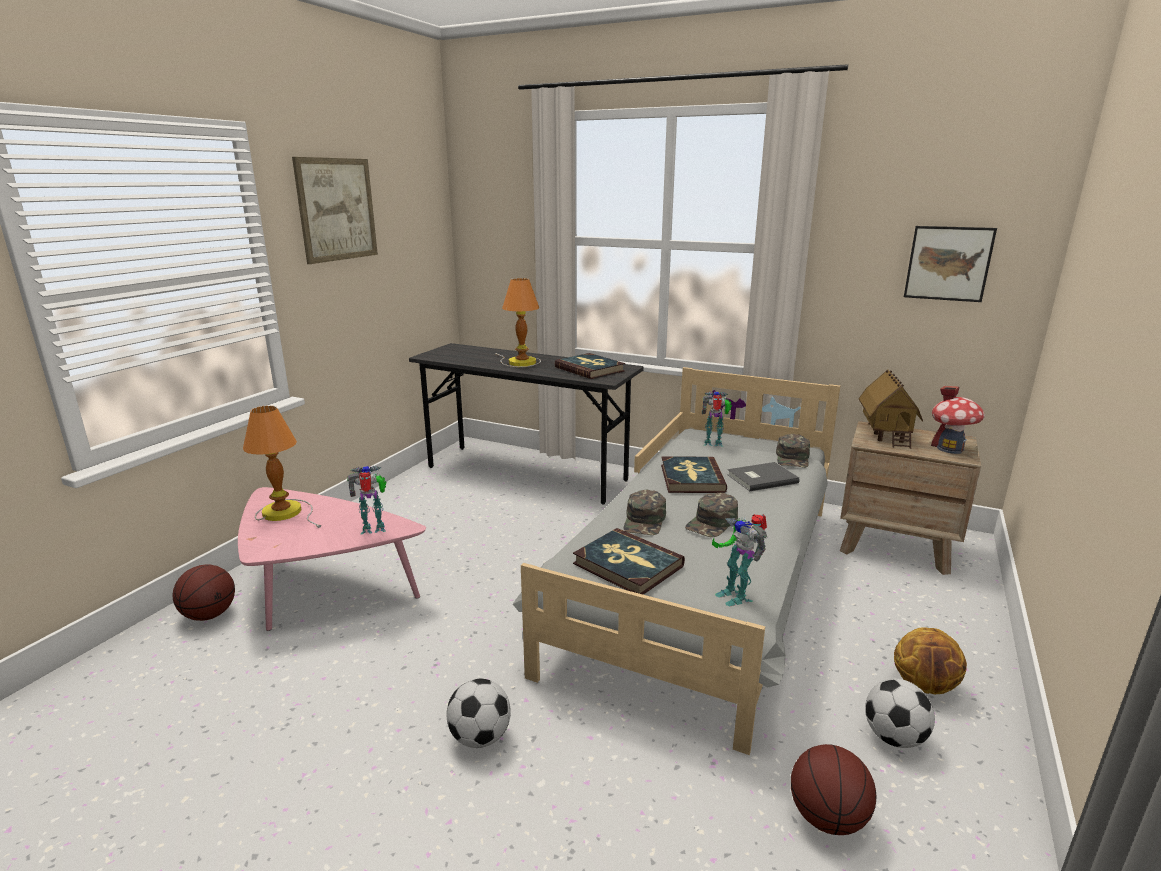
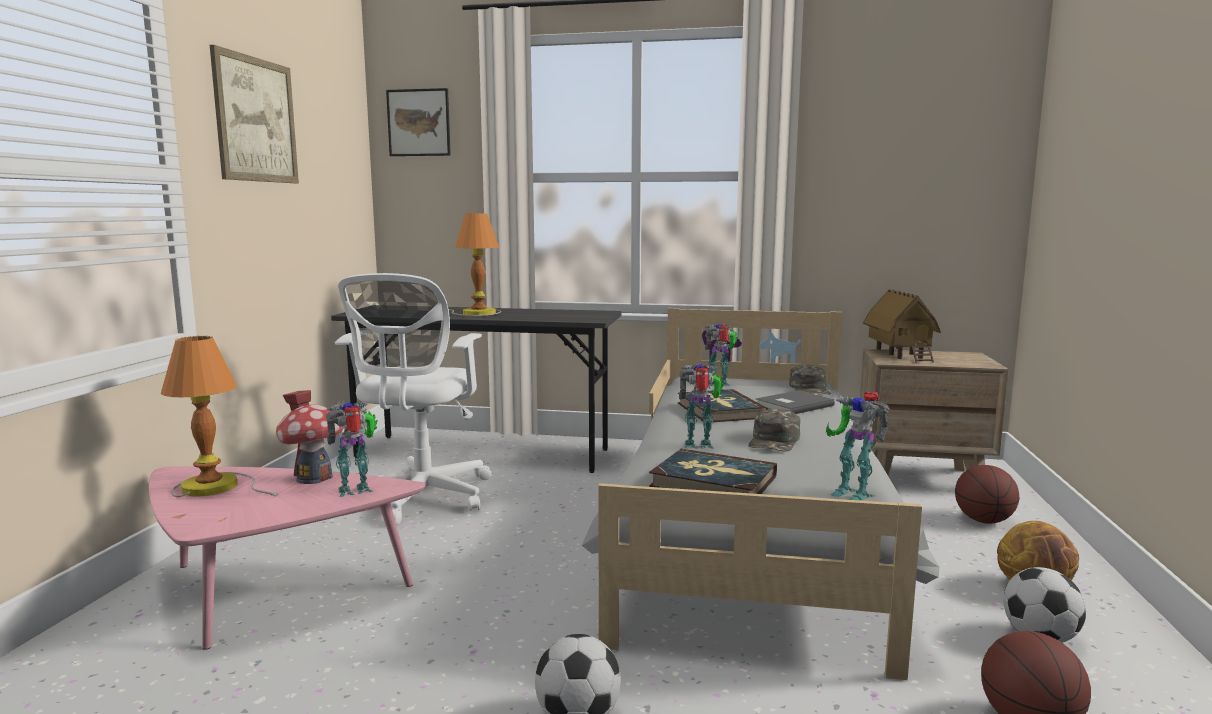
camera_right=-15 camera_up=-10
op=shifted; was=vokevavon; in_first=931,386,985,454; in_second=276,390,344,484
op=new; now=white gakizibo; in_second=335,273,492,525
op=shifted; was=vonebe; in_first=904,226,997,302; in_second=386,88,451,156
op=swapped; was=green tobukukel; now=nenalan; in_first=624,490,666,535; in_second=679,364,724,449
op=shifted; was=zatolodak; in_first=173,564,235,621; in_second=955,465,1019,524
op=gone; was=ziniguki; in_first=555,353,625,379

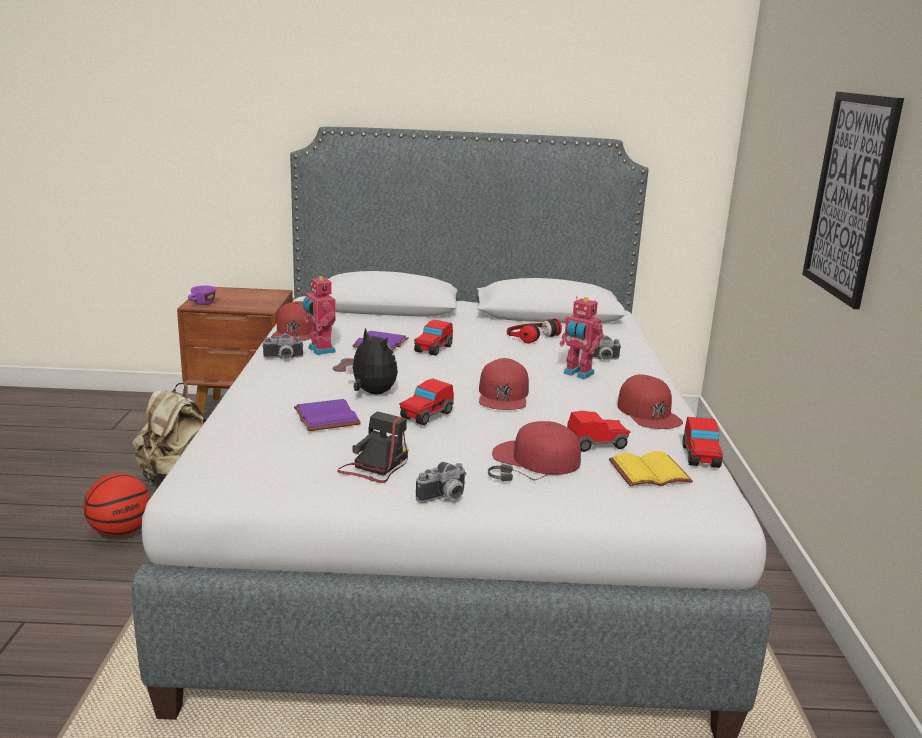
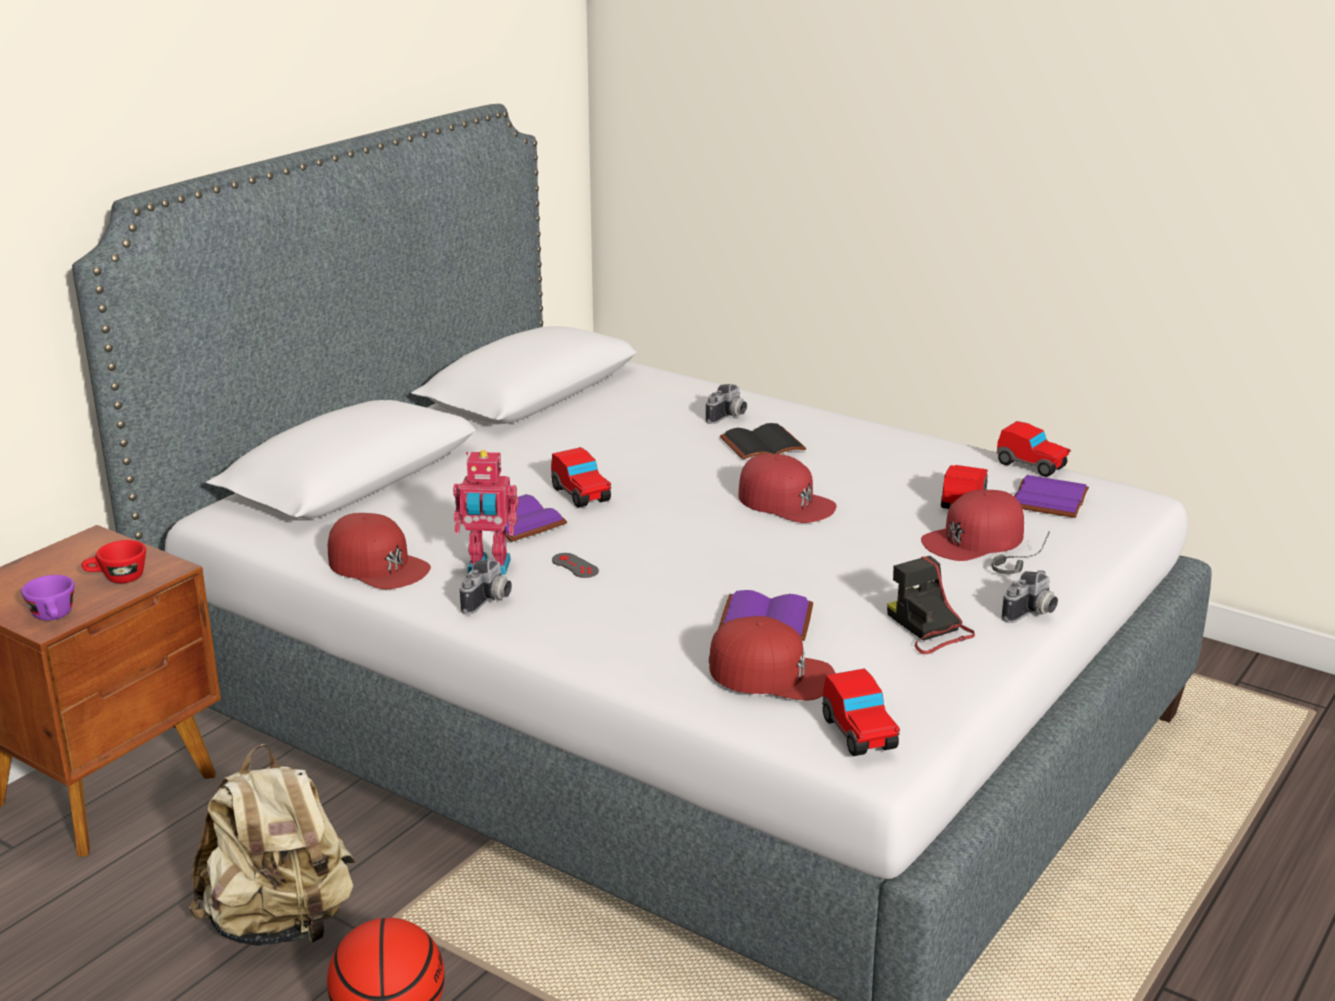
camera_right=-55 camera_up=5
op=new; now=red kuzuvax; in_second=82,540,146,583
op=shifted; was=red tobukukel; in_first=617,374,683,429; in_second=709,616,836,700
op=swapped; was=nenalan; now=black ziniguki; in_first=560,297,604,379; in_second=720,423,806,459
op=shifted; was=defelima; in_first=399,379,454,425; in_second=822,668,900,756
op=rotated; was=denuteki; in_first=416,462,467,503; in_second=1002,570,1058,623; clockwise=45
op=repainted; was=yellow ziniguki; now=purple ziniguki; in_first=609,451,693,486; in_second=1014,475,1089,518
op=gone; was=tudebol; in_first=346,328,398,394
op=gone; was=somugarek; in_first=507,318,562,344
op=gone; was=vonebe; in_first=802,91,904,309

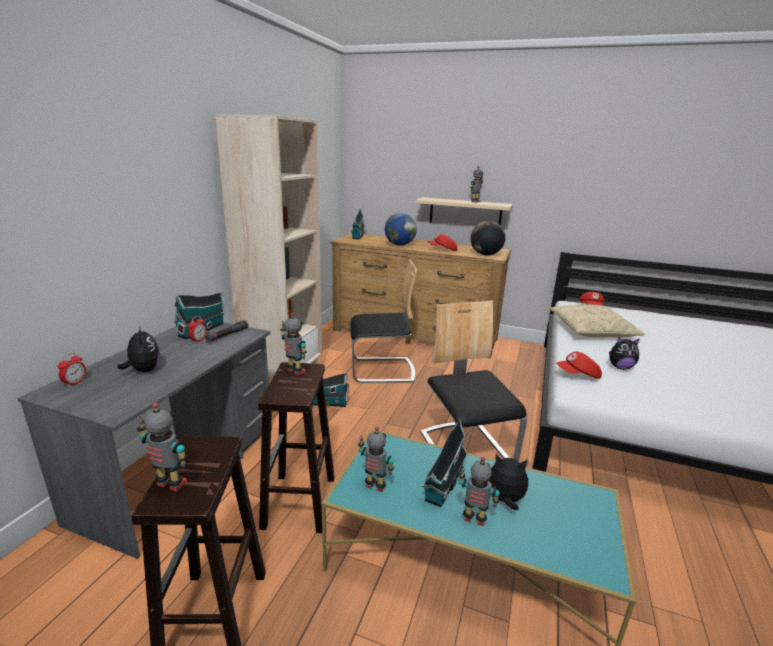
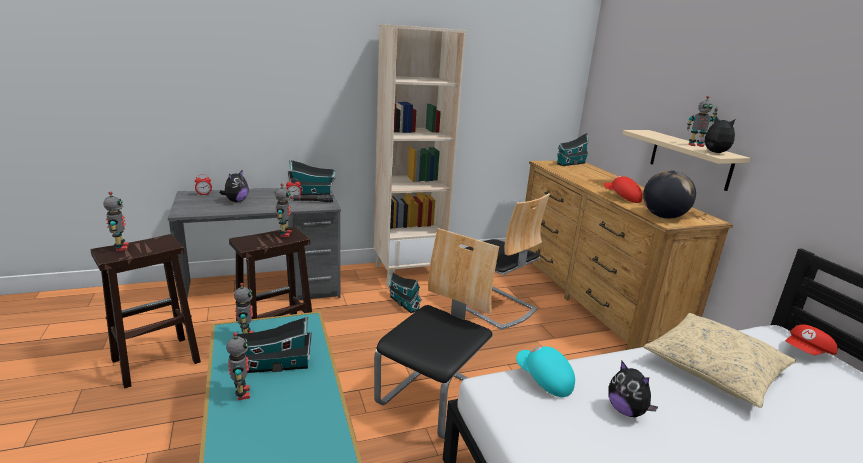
camera_right=50 camera_up=0
op=repainted; was=red tobukukel; now=turquoise tobukukel; in_first=556,352,602,379; in_second=516,346,575,397
op=shifted; was=tudebol; in_first=489,454,528,510; in_second=699,116,735,153
op=gone; was=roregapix; in_first=385,213,417,246

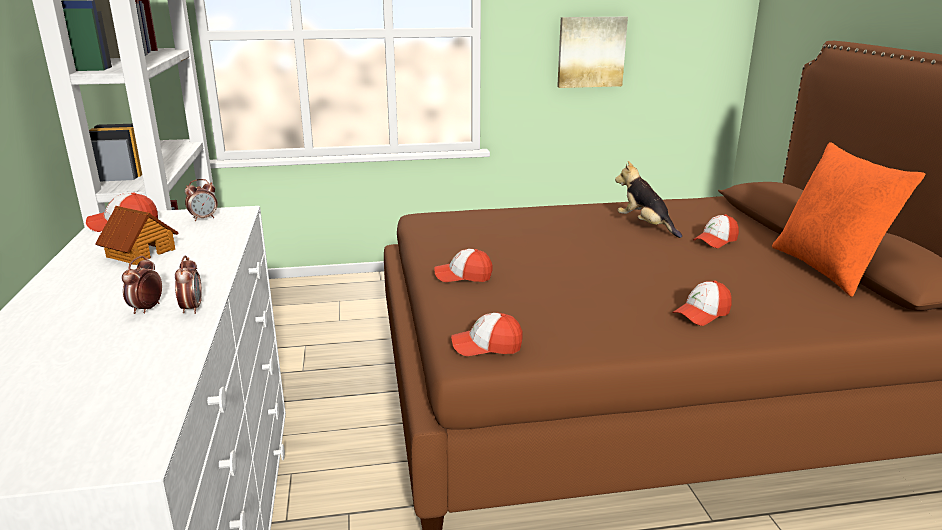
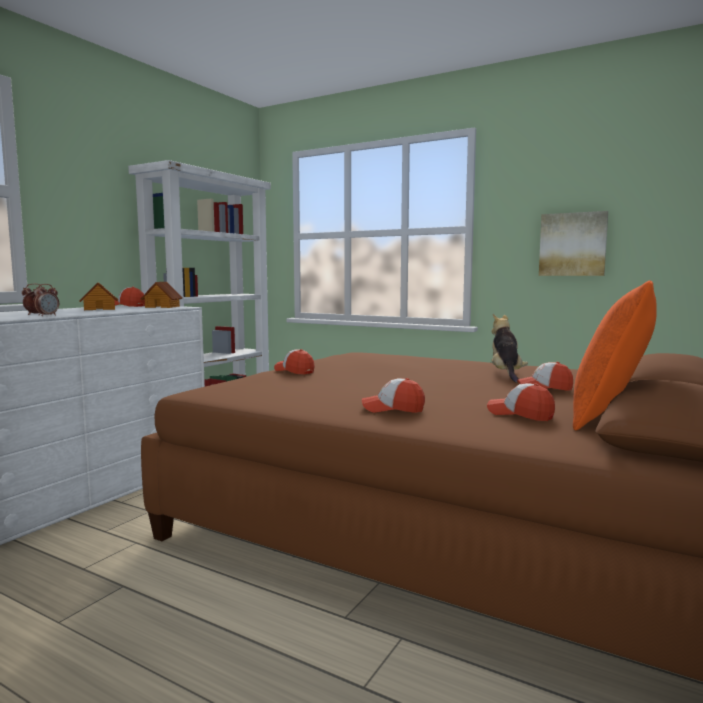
camera_right=40 camera_up=-15
op=swapped; was=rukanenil; now=vokevavon; in_first=185,179,218,221; in_second=141,282,182,308
op=shifted; was=tobukukel; in_first=451,313,523,356; in_second=487,383,555,421

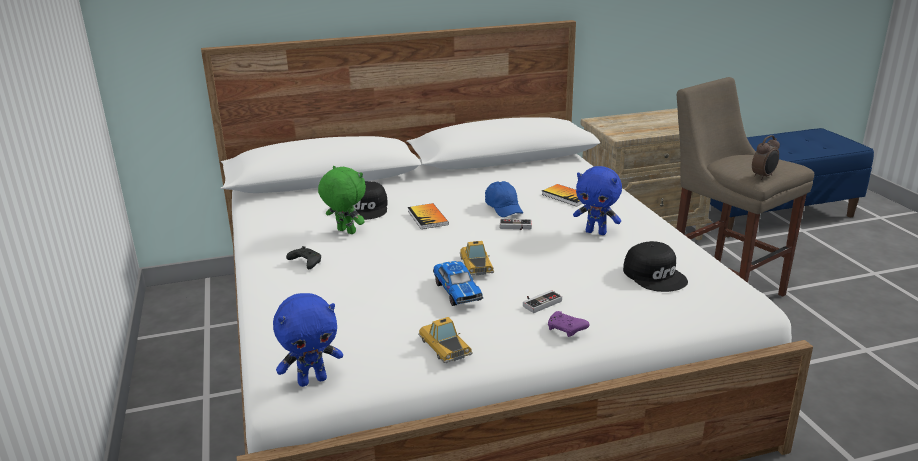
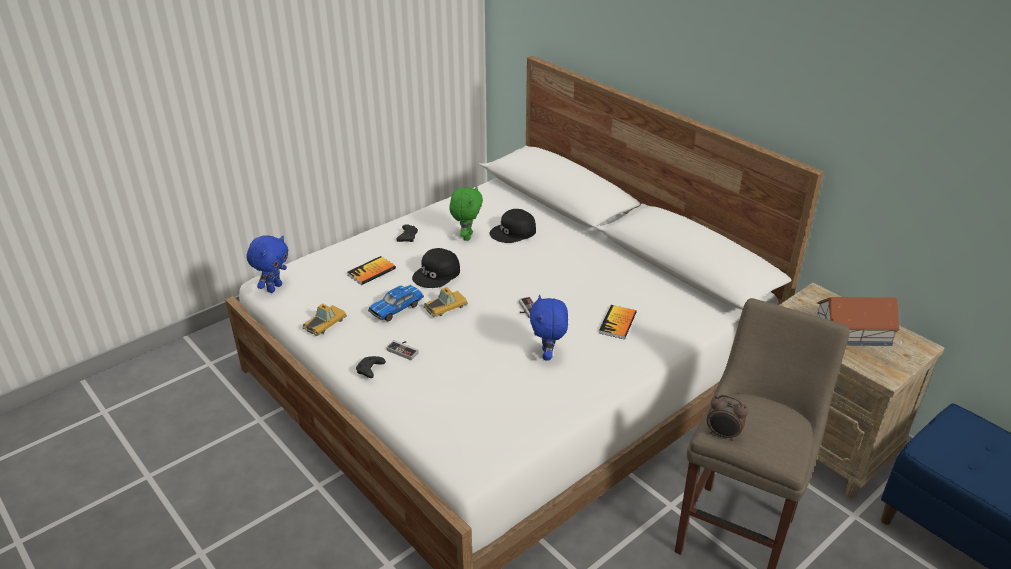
camera_right=65 camera_up=10
op=rotated; was=blue tudebol; in_first=273,293,343,387; in_second=247,235,288,293; clockwise=-105
op=shifted; was=ziniguki; in_first=408,203,449,229; in_second=347,256,396,285
op=repainted; was=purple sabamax; now=black sabamax; in_first=548,311,590,337; in_second=356,356,386,378
op=shifted; was=black tobukukel; in_first=623,241,688,292; in_second=412,248,460,288
op=new; now=vokevavon; in_second=817,297,900,346
op=gone; was=blue tobukukel; in_first=485,181,523,217

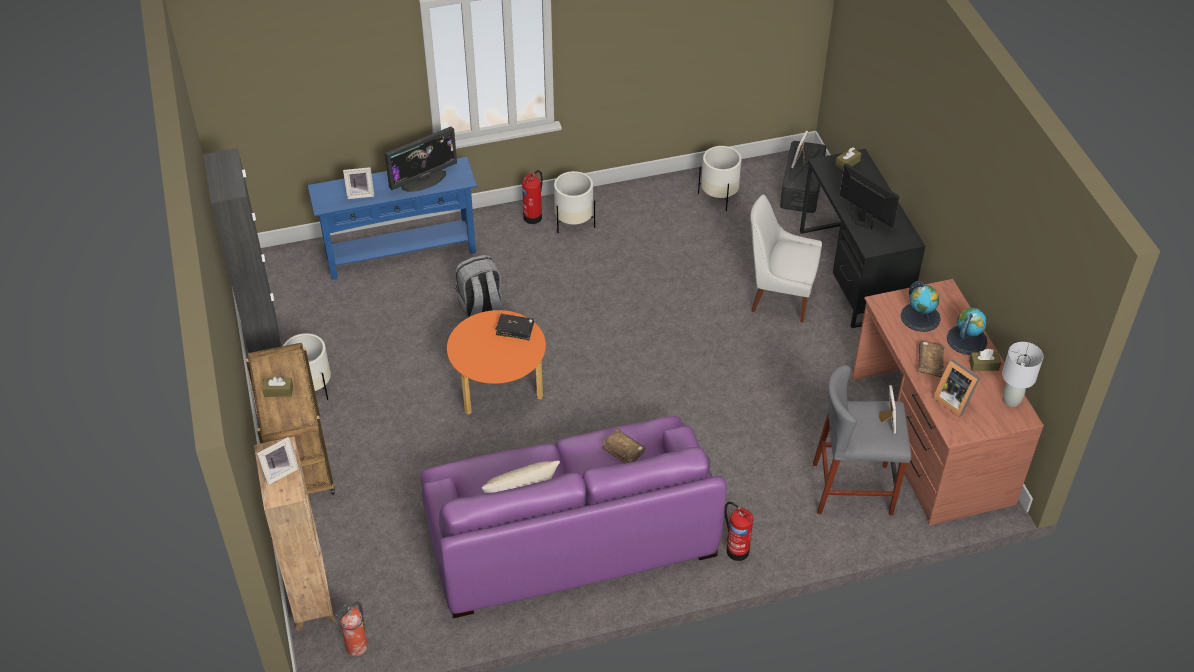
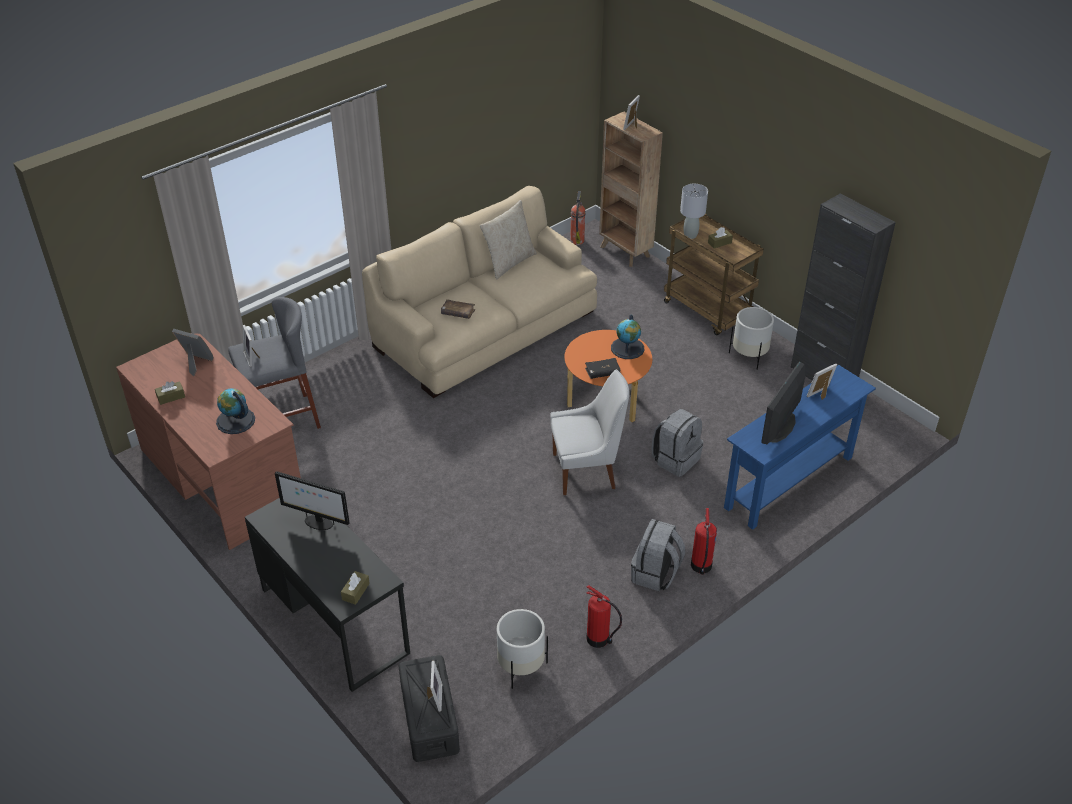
camera_right=155 camera_up=-5
op=repainted; was=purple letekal; now=beige letekal; in_first=420,416,727,618; in_second=362,186,597,398
op=shifted; was=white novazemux; in_first=750,194,822,322; in_second=550,370,629,495
op=shifted; was=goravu; in_first=724,502,754,561; in_second=586,585,622,648
op=shifted; was=roregapix; in_first=947,307,987,355; in_second=611,315,644,359
op=swapped; was=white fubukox; now=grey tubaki; in_first=554,171,595,233; in_second=631,519,685,591
op=shifted; was=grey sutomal; in_first=1002,342,1043,407; in_second=680,184,708,239
op=gone; was=brown ziniguki; in_first=918,341,945,377

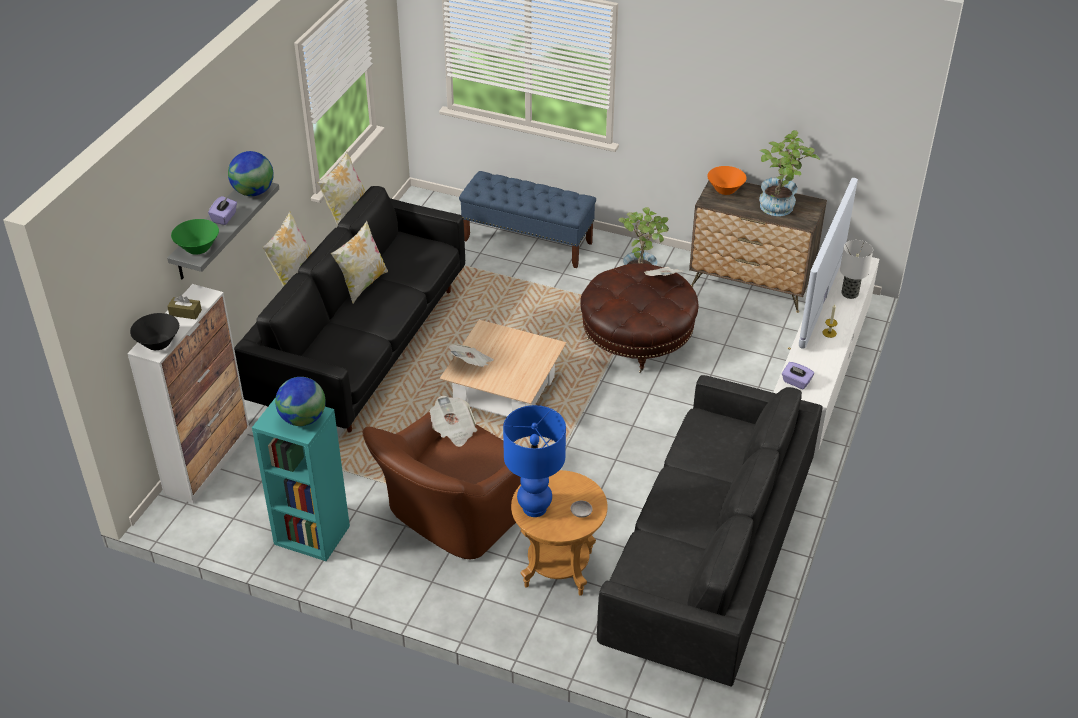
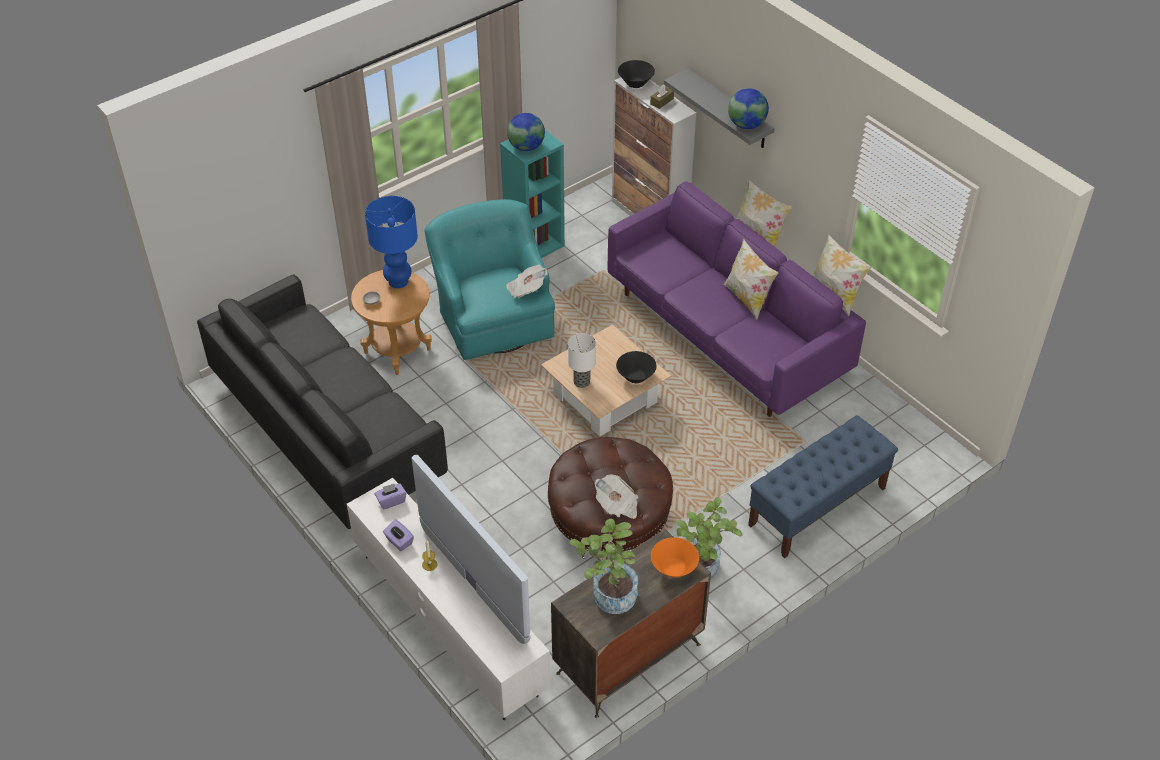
camera_right=120 camera_up=5
op=shifted; was=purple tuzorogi; in_first=208,196,237,225; in_second=383,520,414,551
op=repainted; was=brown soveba; now=turquoise soveba; in_first=363,411,521,559; in_second=424,199,555,360
op=shifted; was=sutomal; in_first=840,240,873,299; in_second=568,333,596,388
op=repainted; was=black letekal; now=purple letekal; in_first=234,186,465,433; in_second=608,181,866,417
op=new; now=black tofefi; in_second=616,351,657,383
op=gone; was=green tofefi; in_first=171,219,219,255
op=gone; was=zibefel; in_first=448,344,494,367

